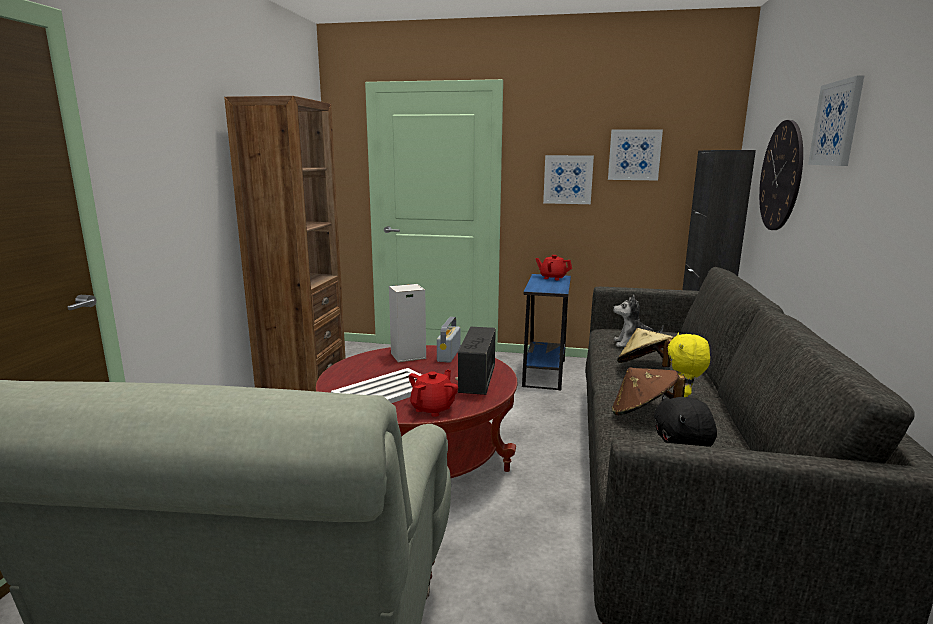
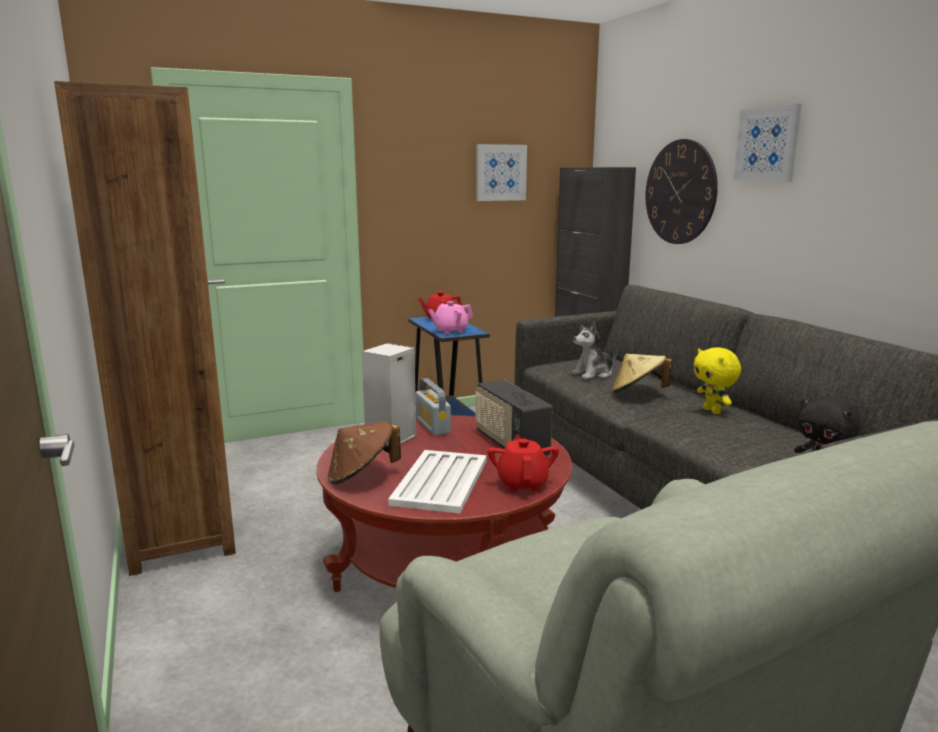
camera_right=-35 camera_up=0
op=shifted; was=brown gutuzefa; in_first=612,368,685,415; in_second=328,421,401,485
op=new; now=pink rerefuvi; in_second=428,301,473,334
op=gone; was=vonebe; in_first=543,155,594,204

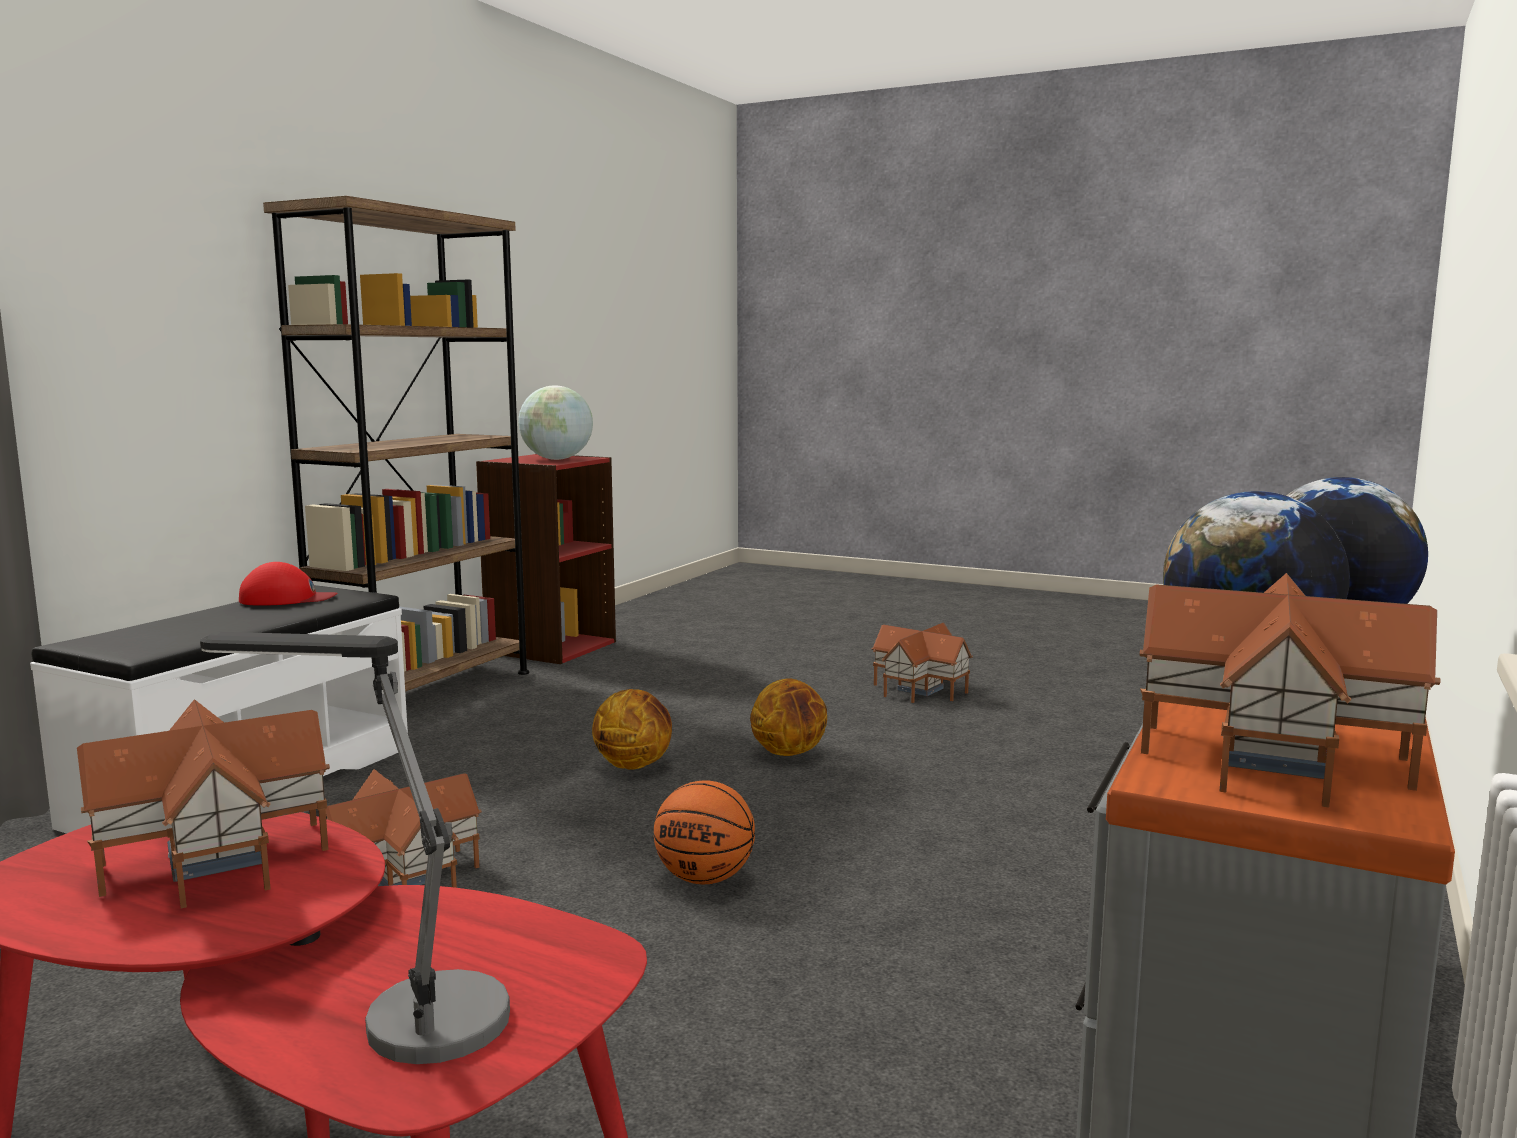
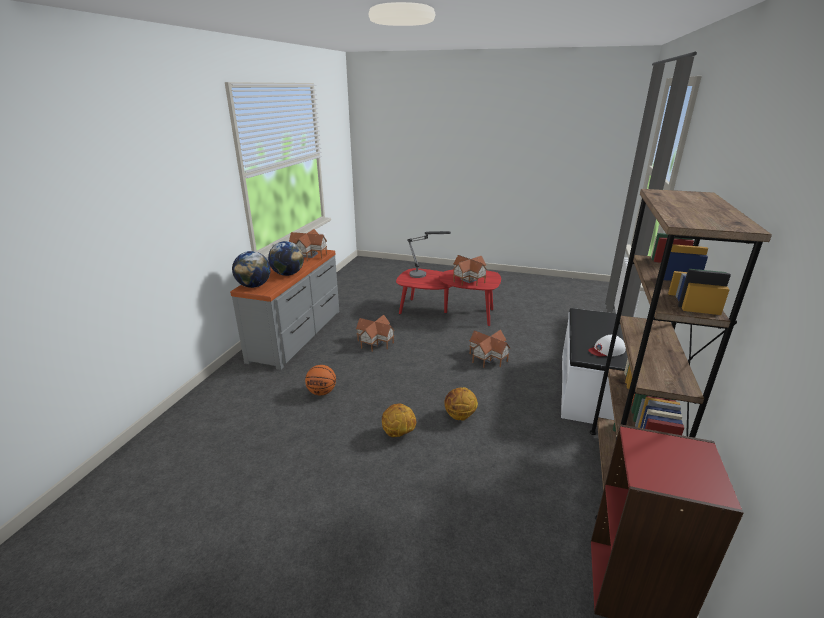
camera_right=170 camera_up=15
op=shifted; was=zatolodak; in_first=654,780,755,884; in_second=305,365,336,396
op=shifted; was=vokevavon; in_first=872,623,973,703; in_second=356,315,395,352
op=repainted; was=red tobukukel; now=white tobukukel; in_first=239,562,337,606; in_second=588,335,626,356
op=gone; was=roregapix; in_first=518,385,593,460

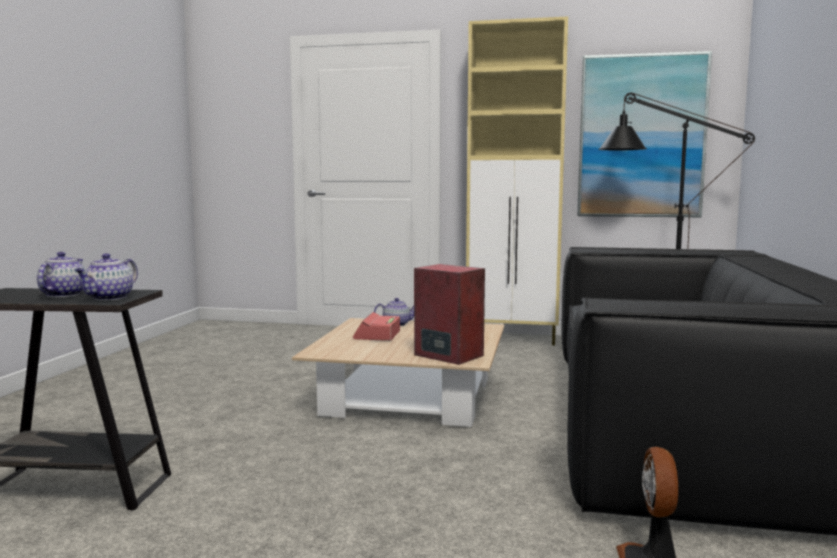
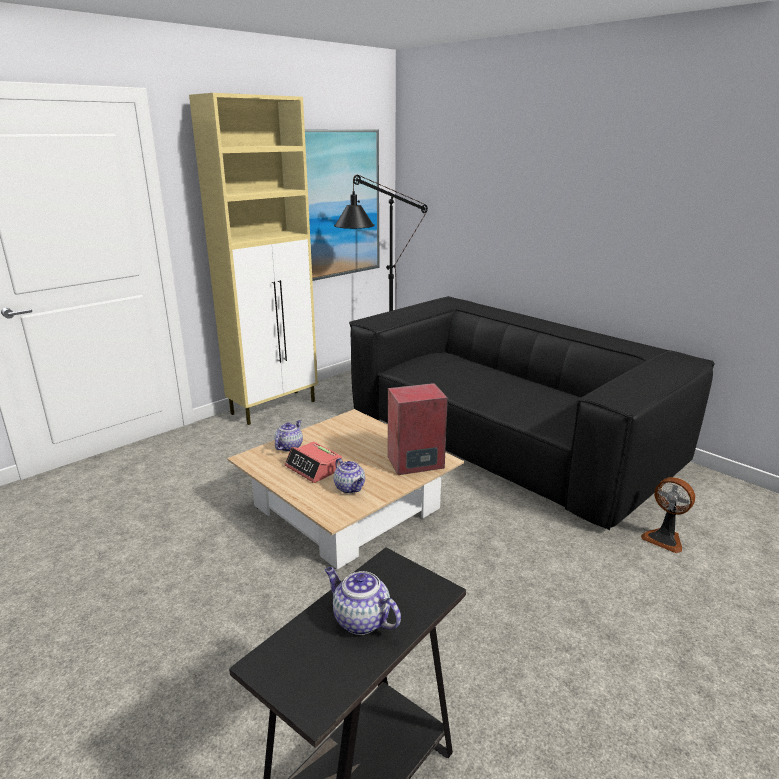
camera_right=-55 camera_up=15
op=shifted; was=rerefuvi; in_first=75,253,138,300; in_second=334,458,365,493

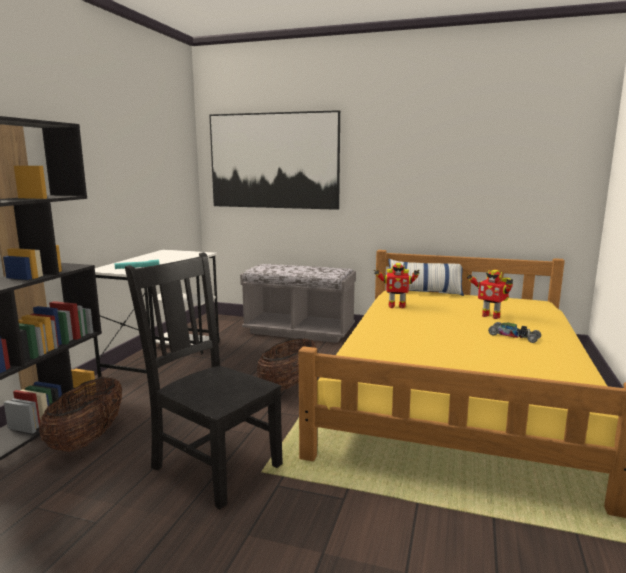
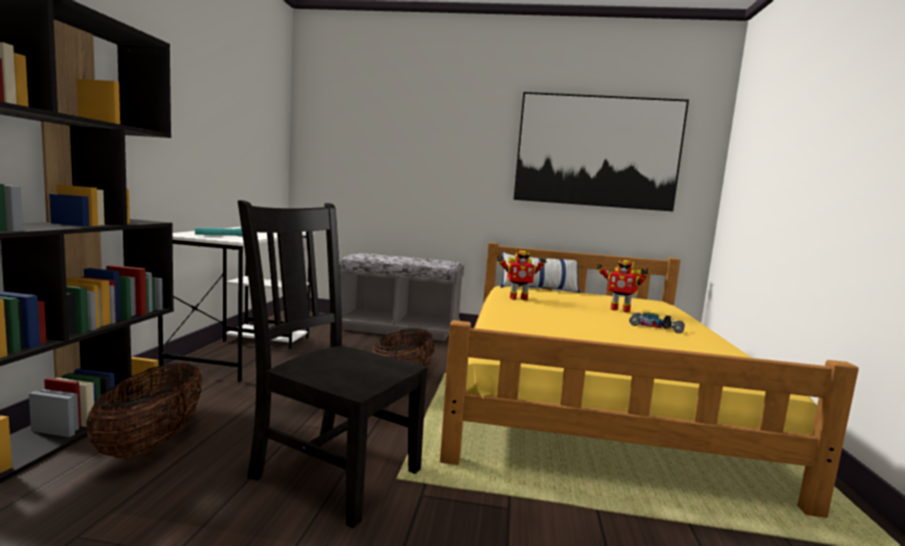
camera_right=-10 camera_up=-5
op=shifted; was=vonebe; in_first=209,110,340,210; in_second=514,92,689,211

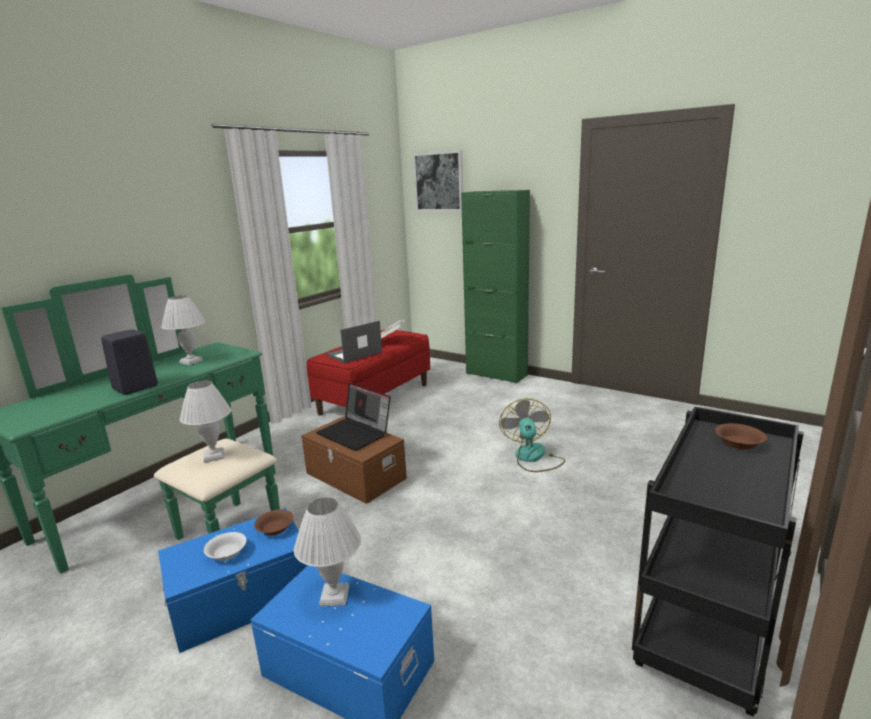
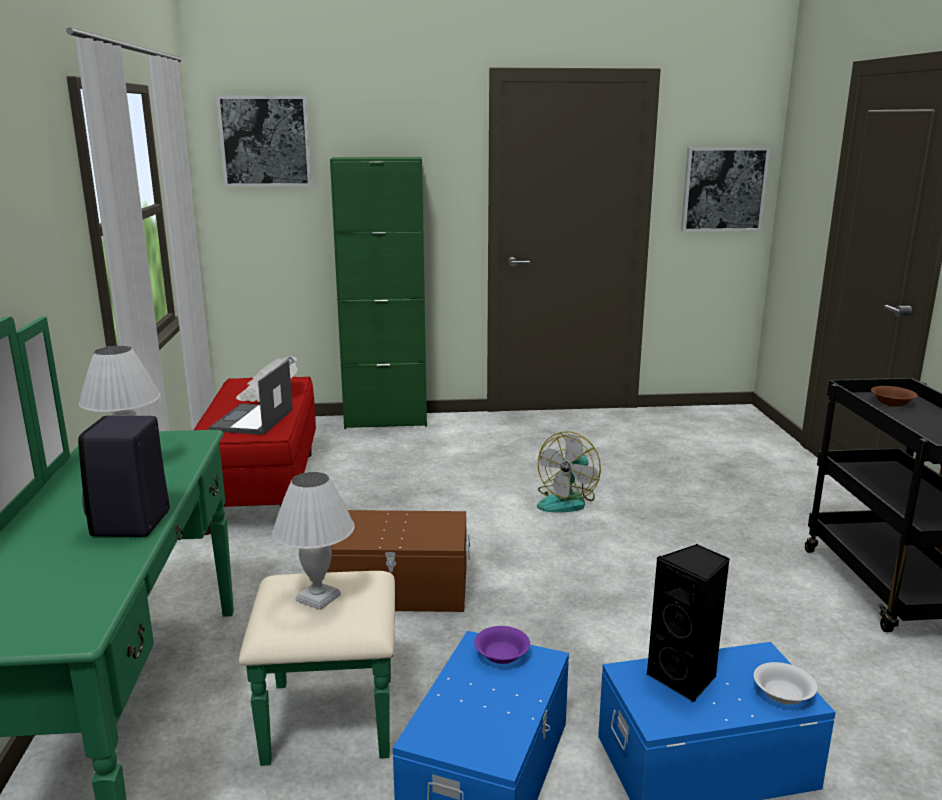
camera_right=-40 camera_up=0
op=repainted; was=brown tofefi; now=purple tofefi; in_first=254,509,294,536; in_second=474,626,530,664
op=rotated; was=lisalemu; in_first=499,398,565,472; in_second=537,432,601,512; clockwise=-105
op=swapped; was=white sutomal; now=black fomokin; in_first=294,497,361,606; in_second=647,544,730,702
op=new; now=vonebe; in_second=681,147,770,232
op=shifted; was=white tofefi; in_first=204,532,247,561; in_second=754,662,817,705
op=gone; was=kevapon; in_first=316,383,391,451

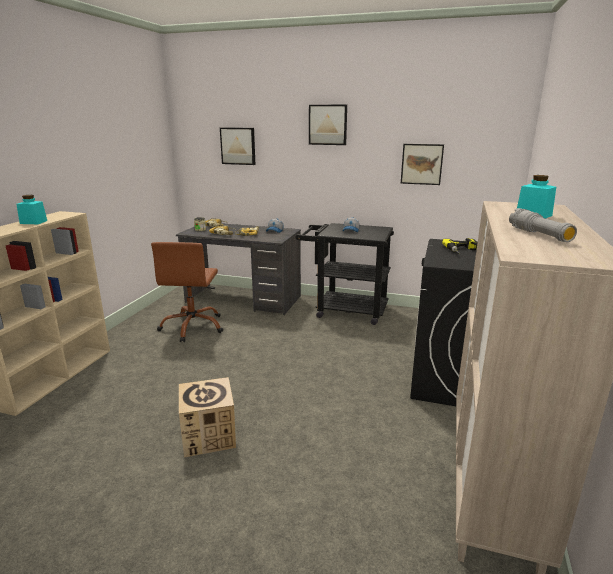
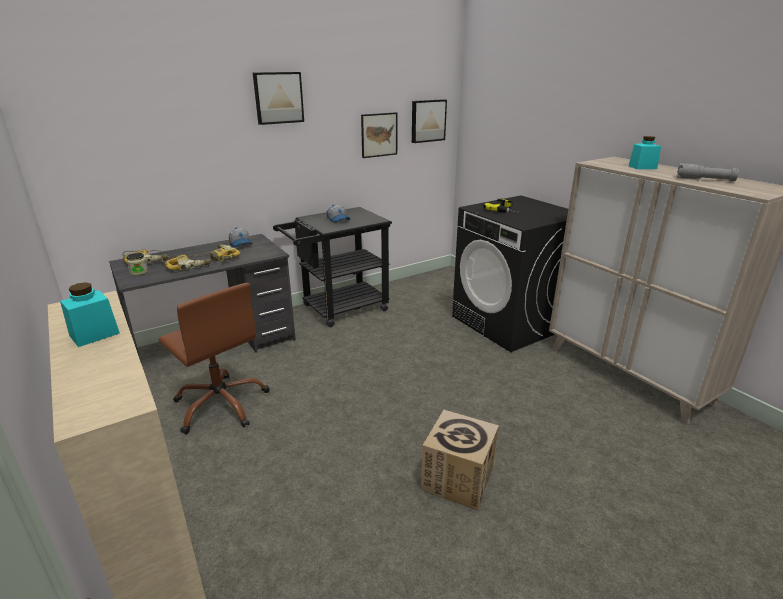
camera_right=-50 camera_up=5
op=shifted; was=vonebe; in_first=220,127,255,165; in_second=412,99,447,143

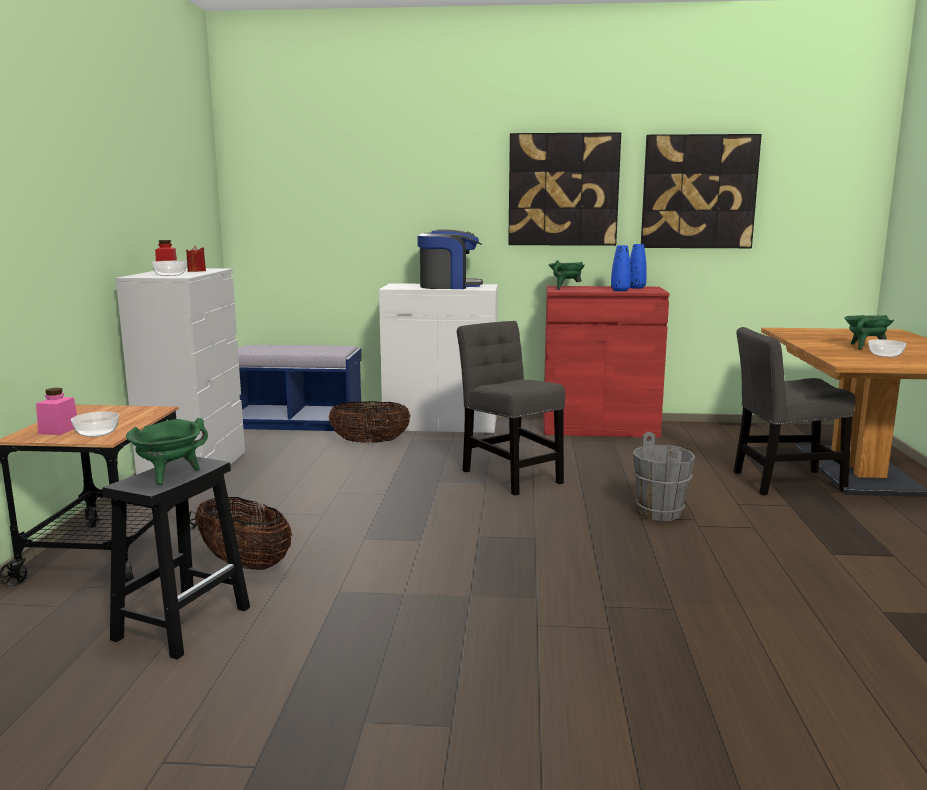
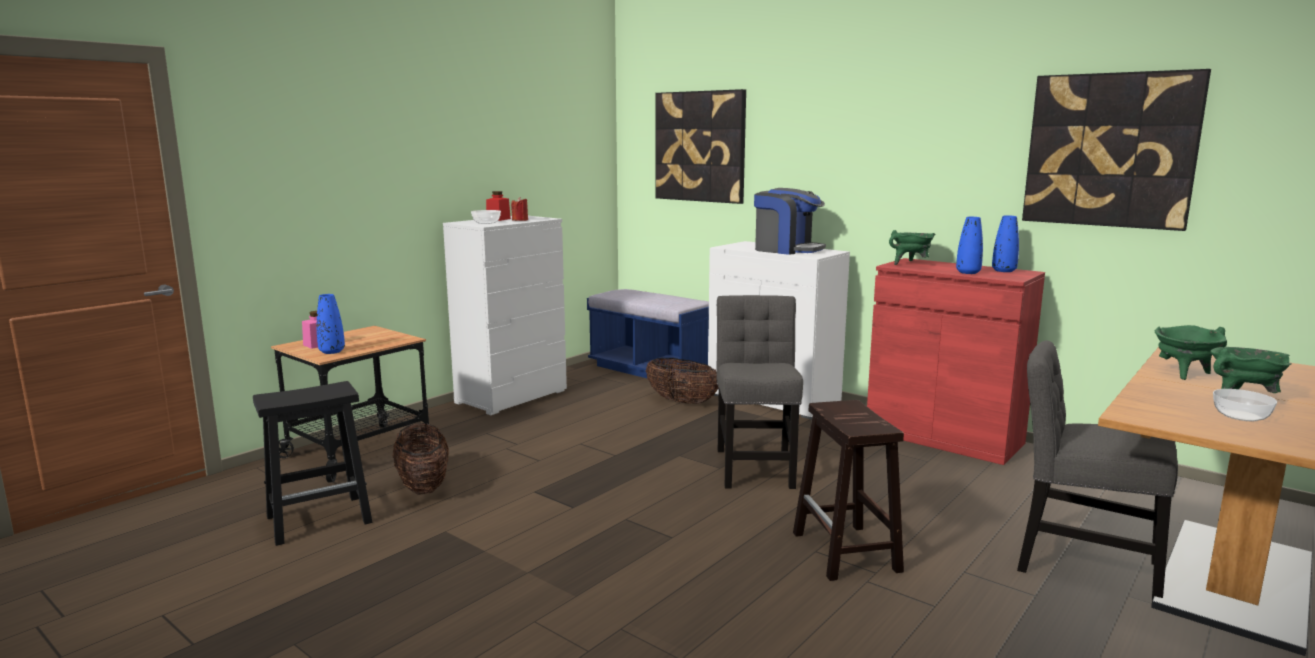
camera_right=35 camera_up=0
op=swapped; was=tofefi; now=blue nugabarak; in_first=71,412,119,437; in_second=317,294,345,354
op=shifted; was=vonebe; in_first=508,132,621,246; in_second=655,89,746,204
op=swapped; was=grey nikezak; now=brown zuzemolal; in_first=633,432,695,521; in_second=793,400,904,581
op=shifted; was=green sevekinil; in_first=126,418,208,485; in_second=1155,325,1227,380

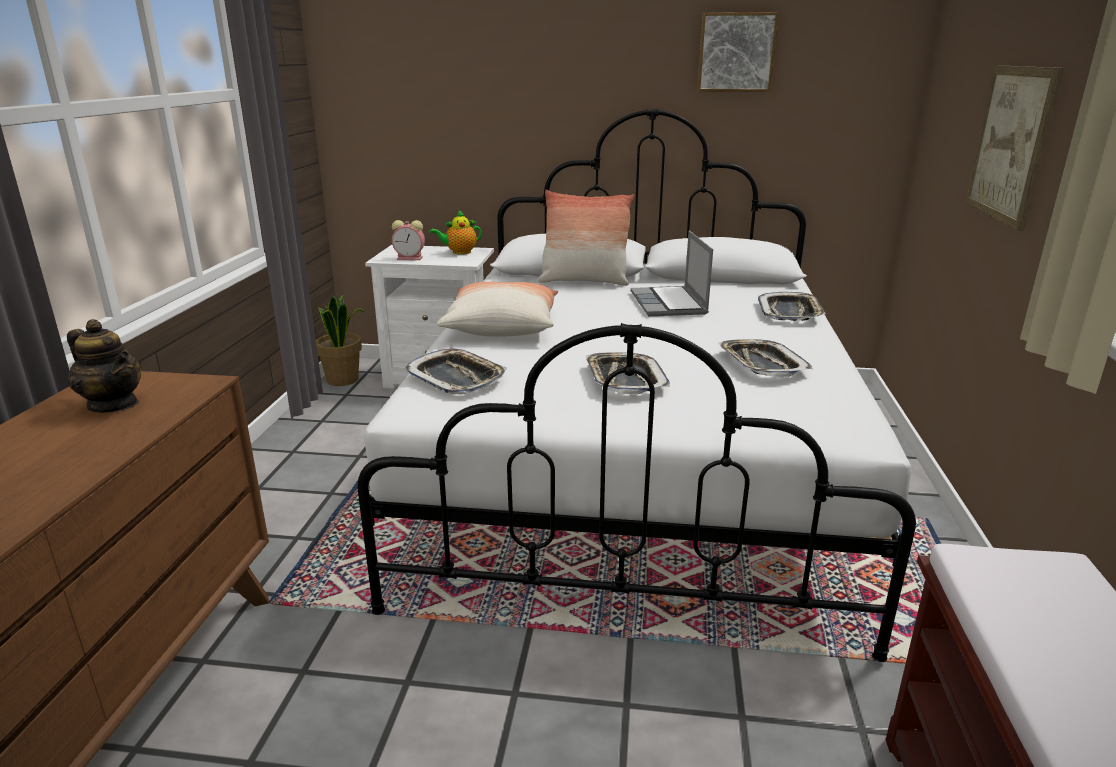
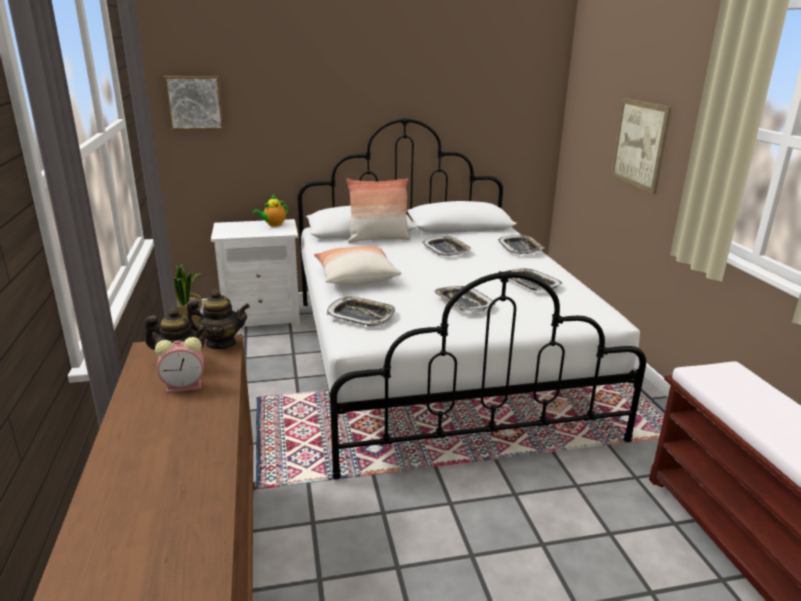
camera_right=-20 camera_up=0
op=shifted; was=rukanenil; in_first=392,220,425,260; in_second=155,337,204,394
op=shifted; was=vonebe; in_first=697,12,779,92; in_second=164,76,224,130
op=new; now=rerefuvi; in_second=187,289,250,349
op=swapped; was=kevapon; now=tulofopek; in_first=631,231,713,316; in_second=422,236,472,256

